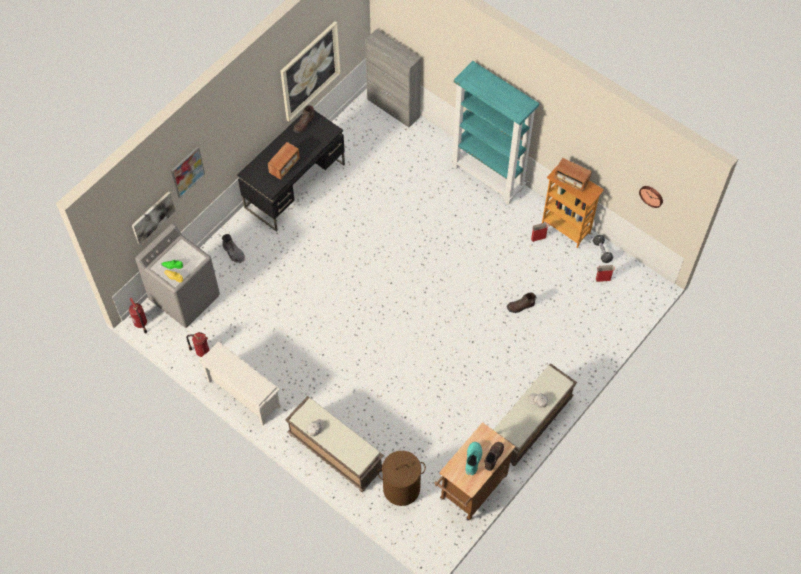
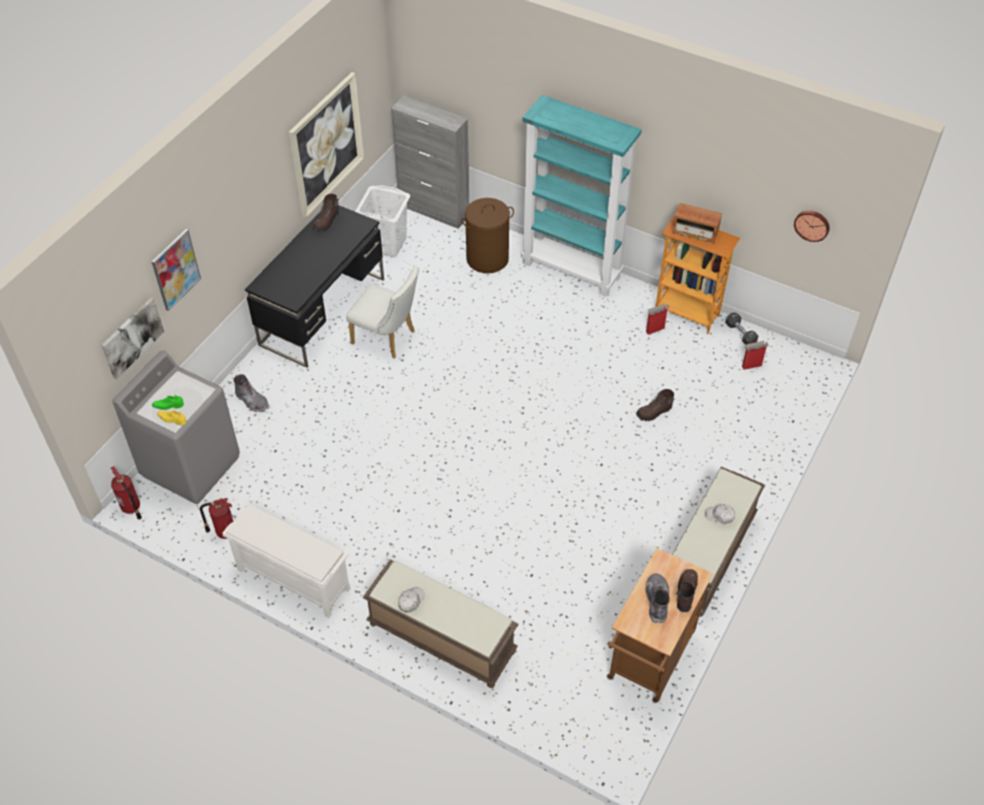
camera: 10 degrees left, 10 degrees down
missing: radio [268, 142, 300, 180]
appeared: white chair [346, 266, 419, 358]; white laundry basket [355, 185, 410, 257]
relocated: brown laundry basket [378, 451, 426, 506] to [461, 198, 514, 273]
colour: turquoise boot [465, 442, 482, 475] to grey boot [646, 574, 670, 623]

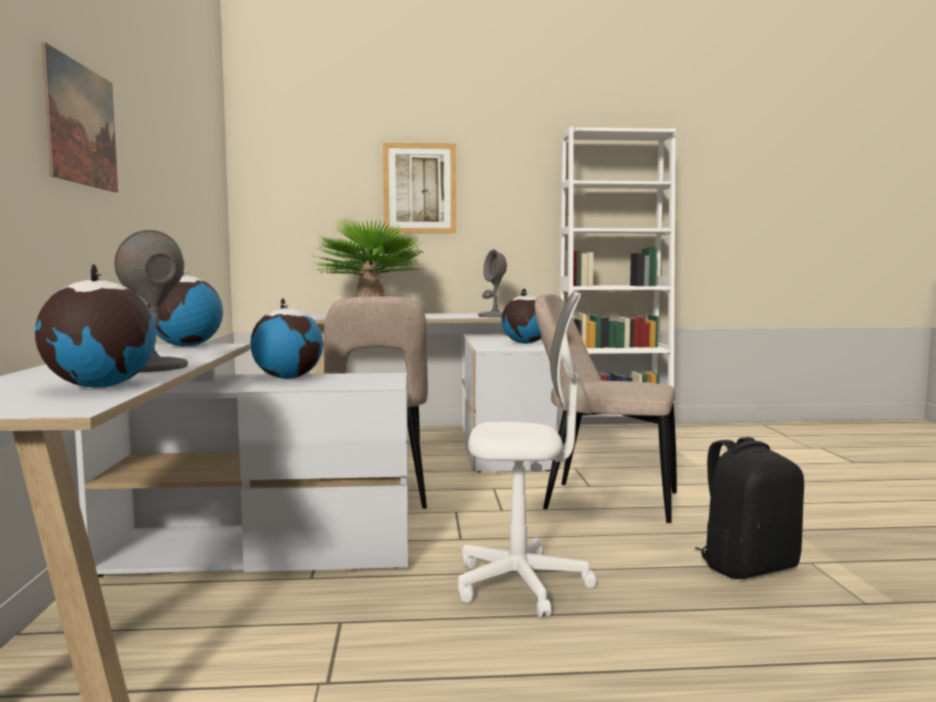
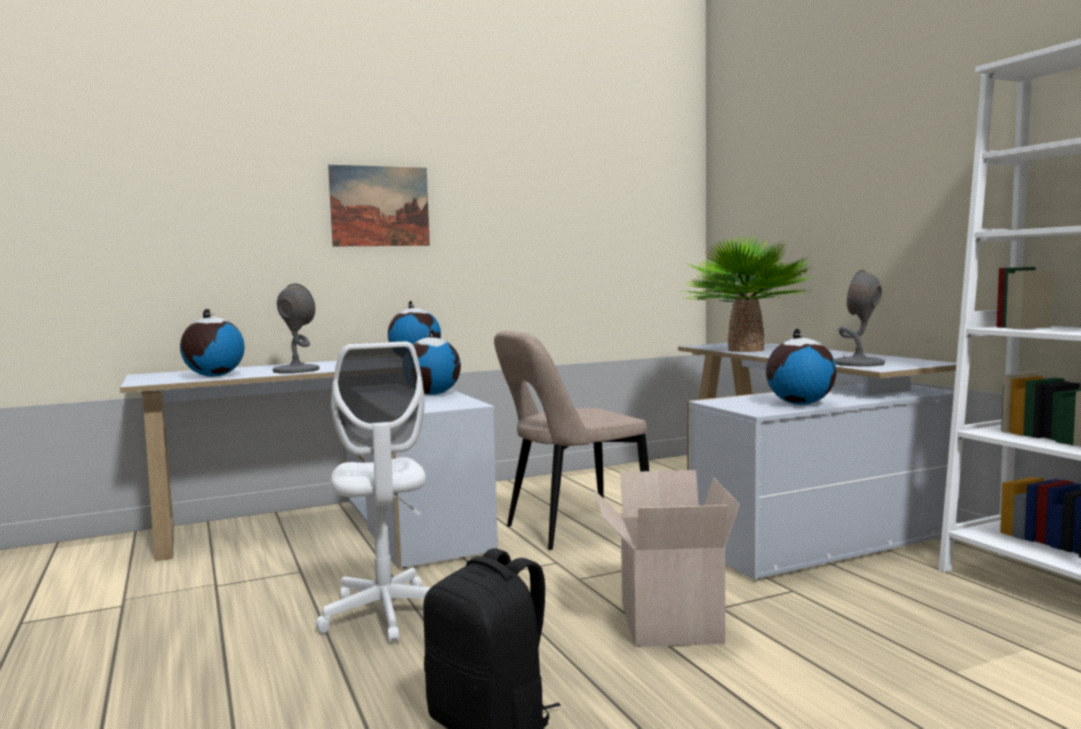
camera: 70 degrees right, 0 degrees up
missing: picture [383, 143, 456, 233]
exchanged: beige chair [535, 294, 677, 523] to cardboard box [594, 470, 740, 647]

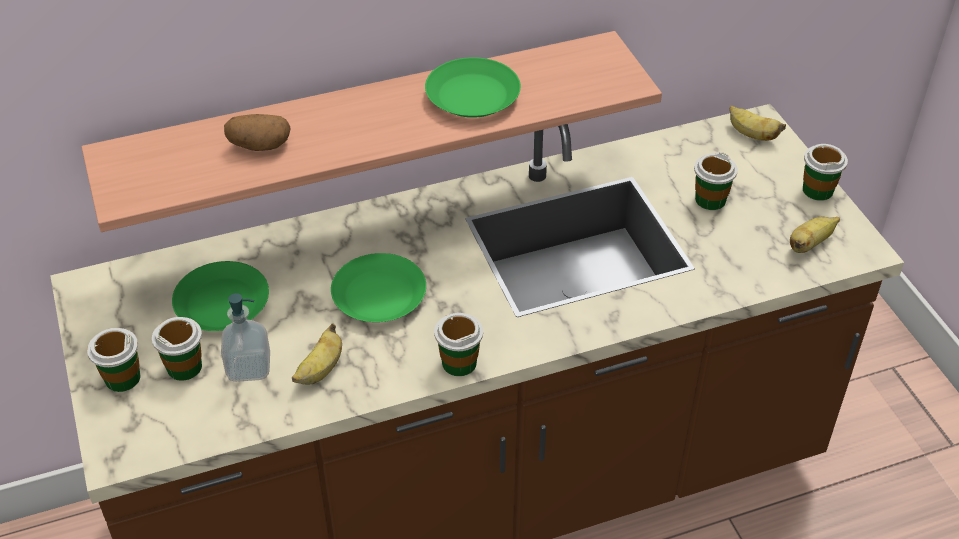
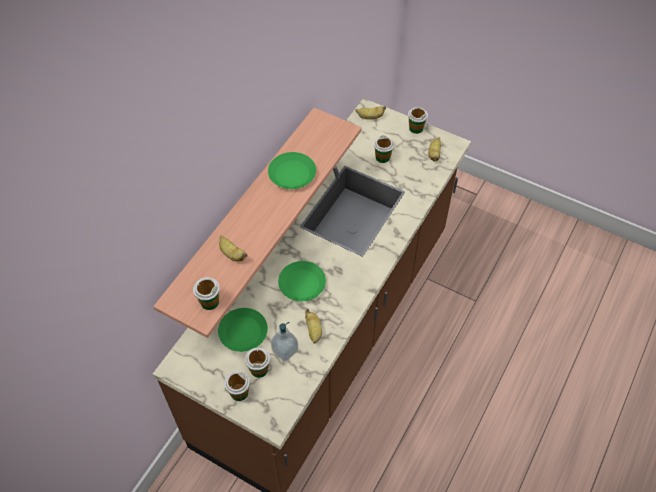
camera: 40 degrees left, 10 degrees up
relocated: cup [434, 313, 483, 376] to [193, 277, 220, 310]
exchanged: potato [224, 114, 291, 151] to banana [219, 235, 247, 262]

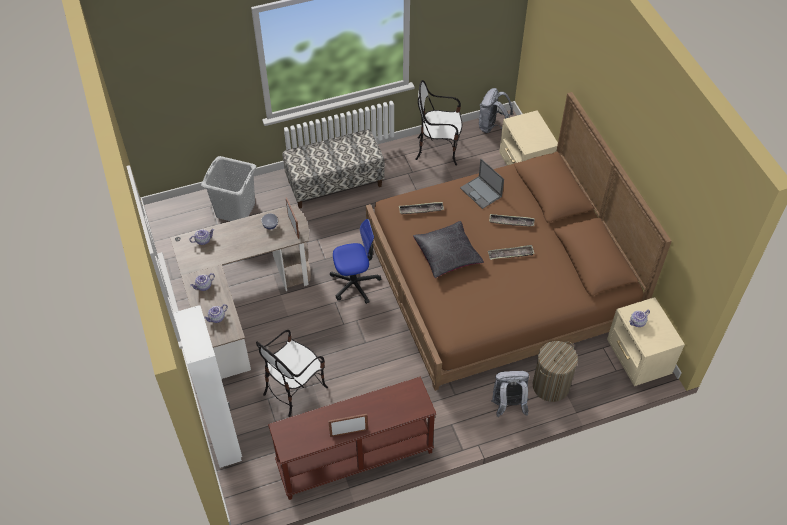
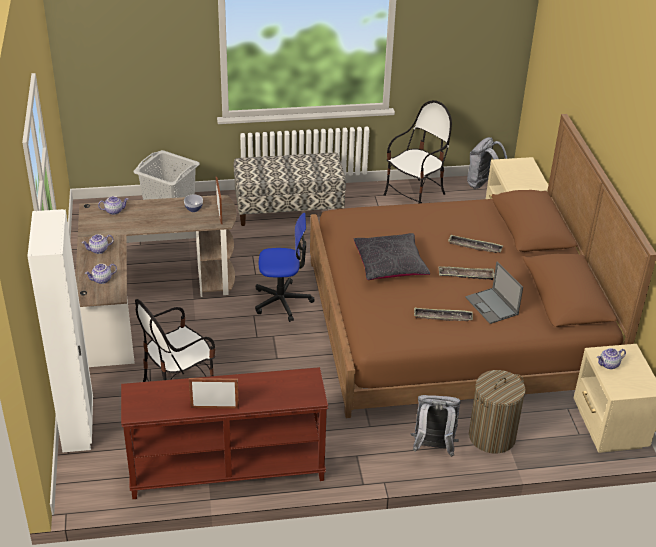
camera: 10 degrees right, 15 degrees down
relocated: tray [399, 202, 444, 214] to [414, 307, 473, 321]; laptop [460, 159, 504, 209] to [465, 261, 523, 324]
spun: chair [415, 80, 462, 166] = [384, 100, 452, 204] 120 degrees clockwise

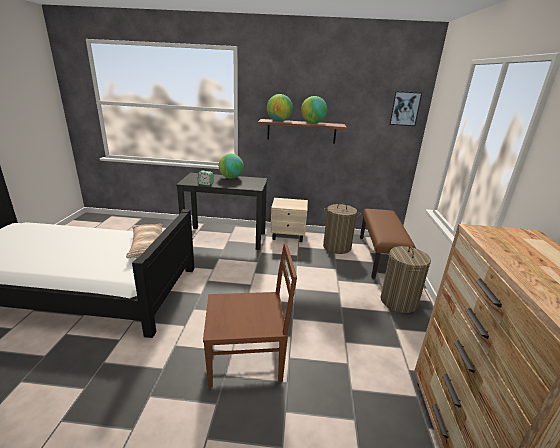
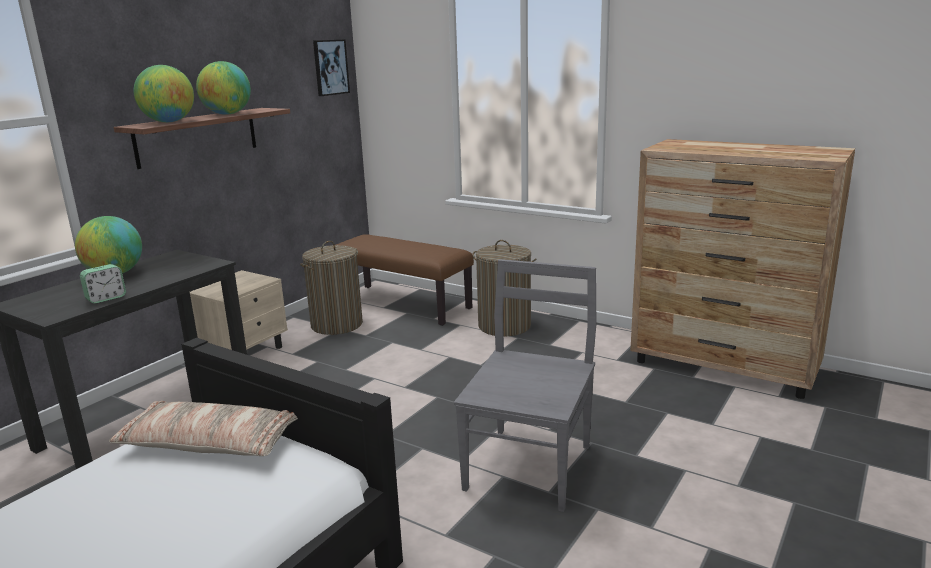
camera: 60 degrees left, 5 degrees down
colour: brown chair [203, 242, 297, 388] to grey chair [454, 259, 596, 512]

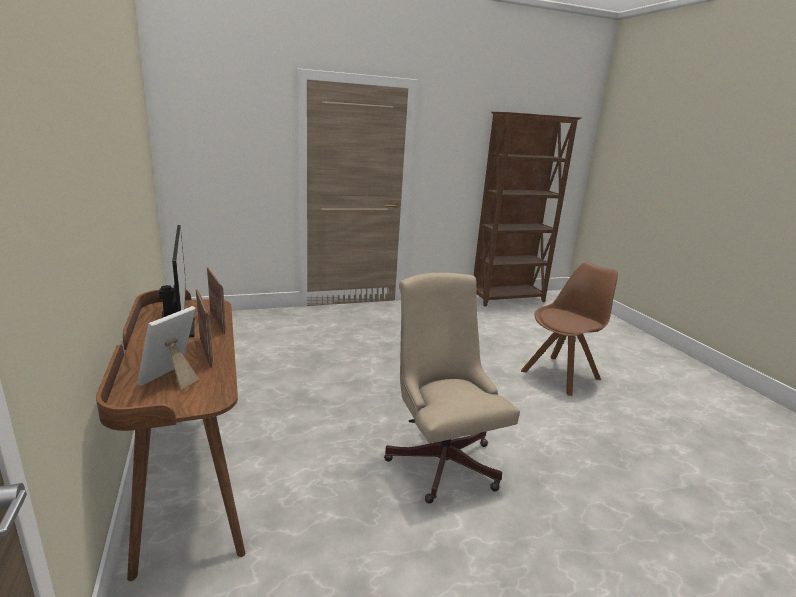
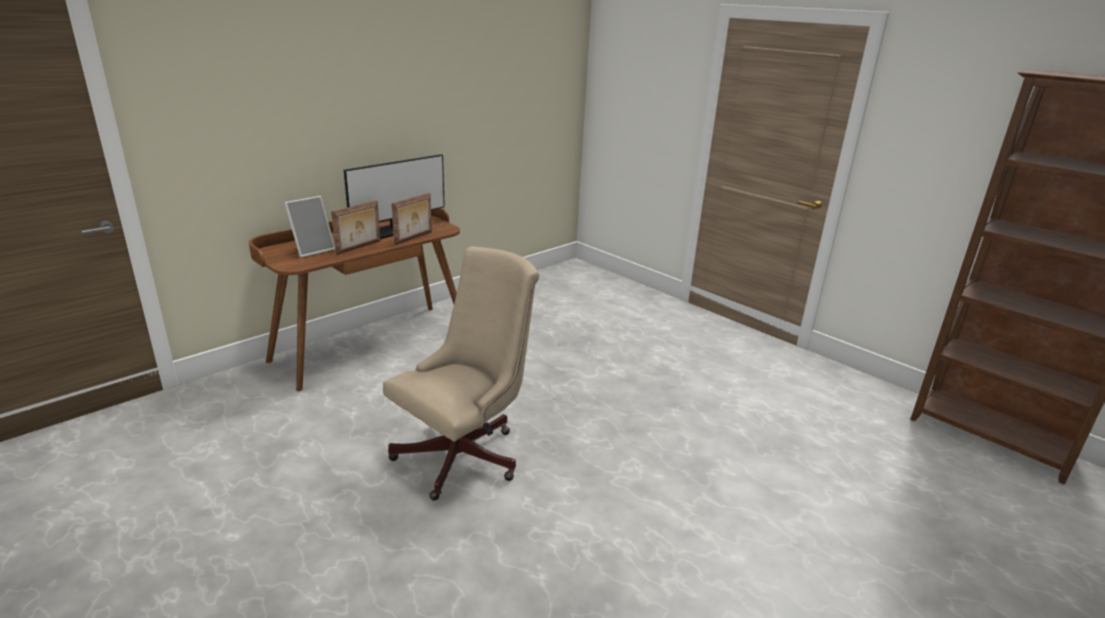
camera: 65 degrees right, 5 degrees up
missing: brown chair [521, 262, 618, 396]
spun: picture frame [137, 306, 199, 390] = [284, 196, 335, 258] 135 degrees clockwise

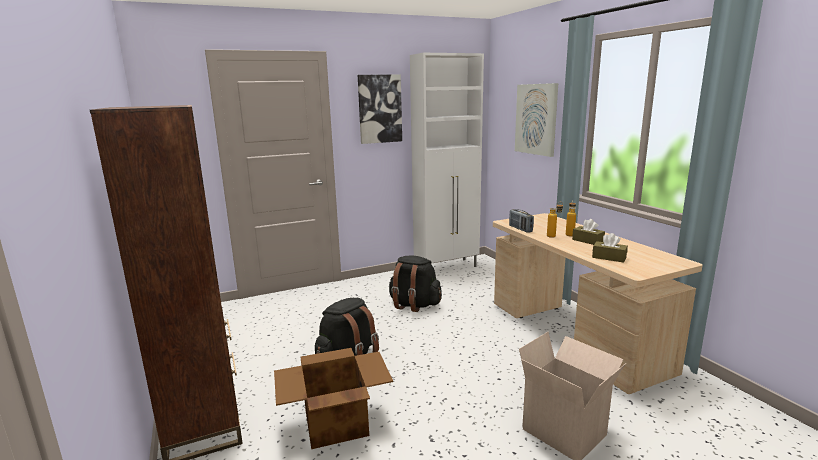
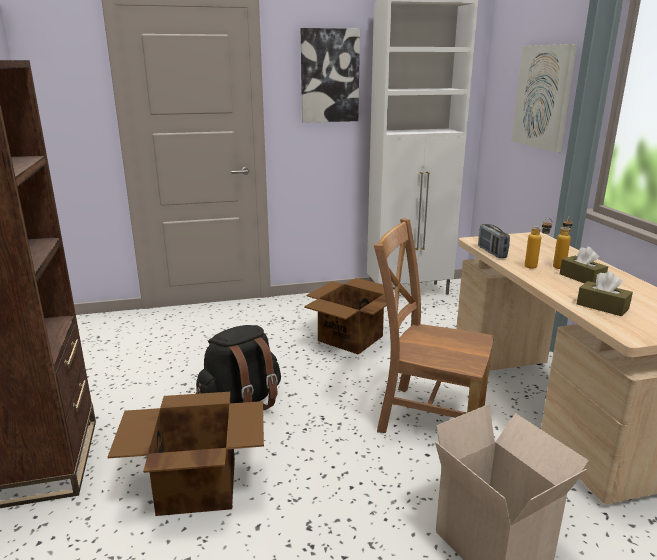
camera: 10 degrees right, 5 degrees up
appeared: brown chair [374, 218, 494, 433]
exchanged: black backpack [389, 256, 442, 312] to cardboard box [304, 278, 395, 355]

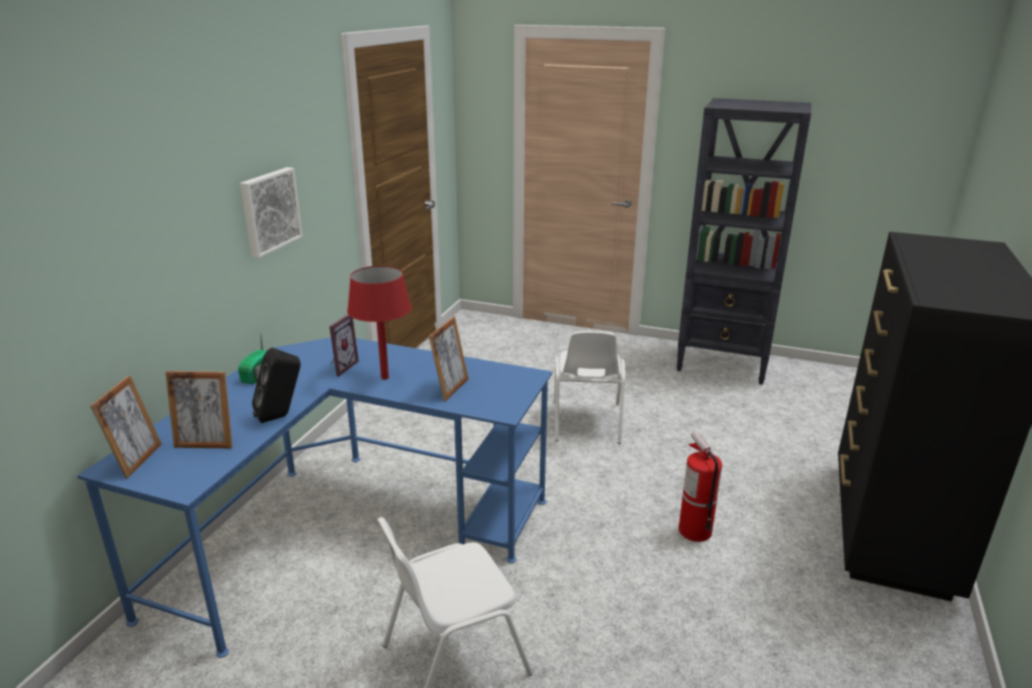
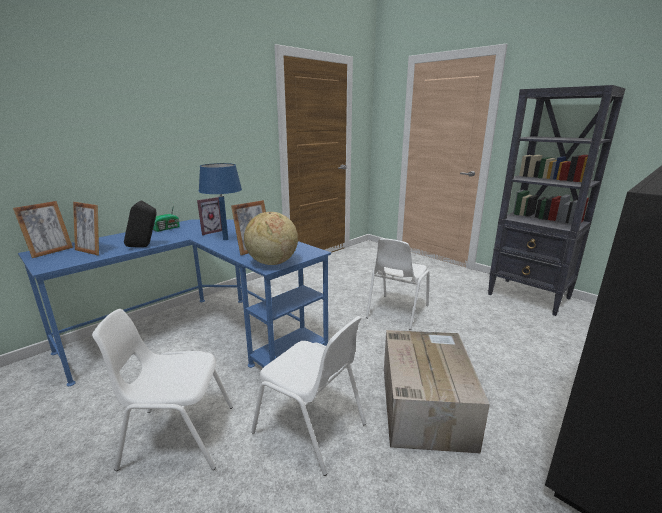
camera: 25 degrees right, 5 degrees down
missing: picture [240, 167, 303, 258]
appeared: globe [244, 212, 298, 265]; white chair [251, 316, 366, 476]
exchanged: fire extinguisher [679, 432, 722, 542] to cardboard box [384, 330, 490, 453]
colour: red table lamp [347, 266, 411, 380] to blue table lamp [199, 163, 242, 240]

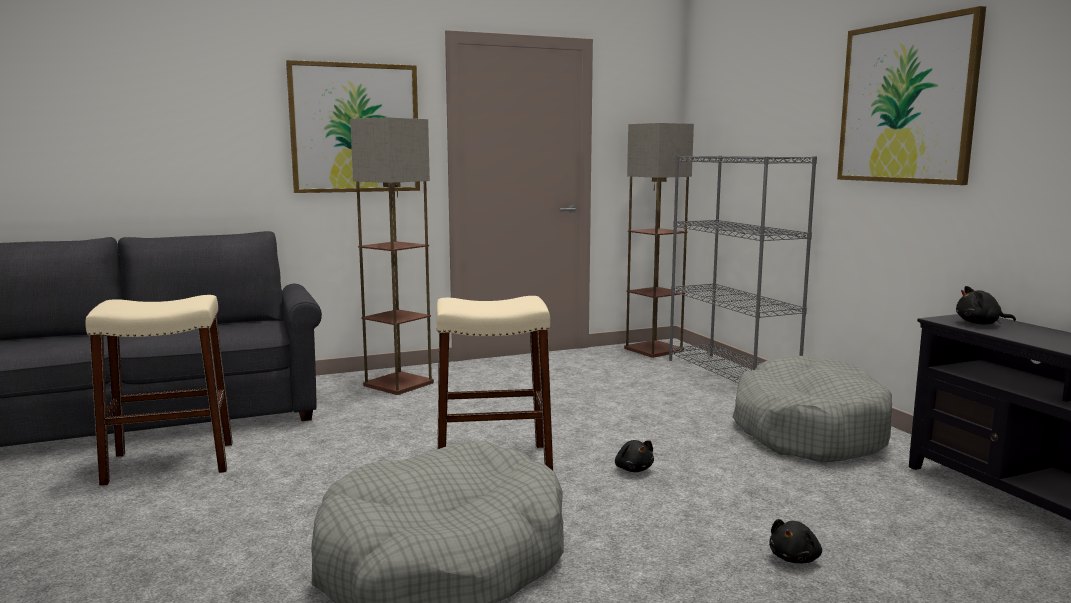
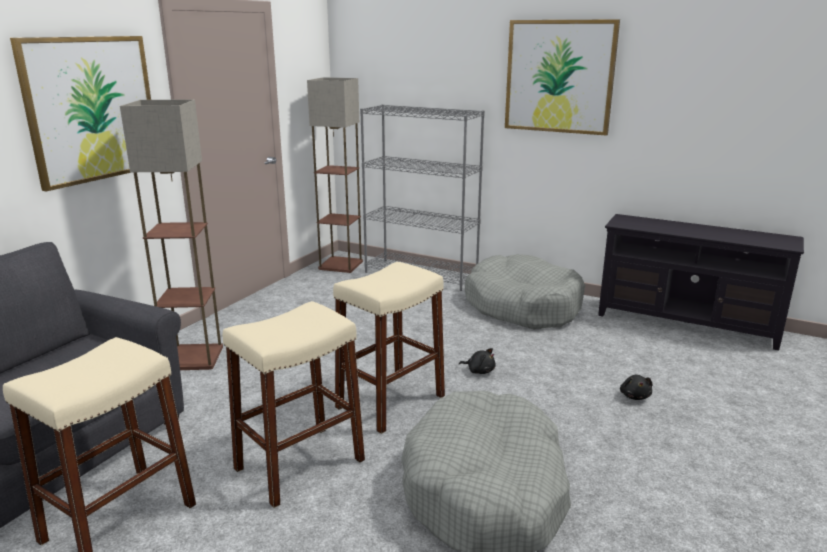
camera: 40 degrees left, 10 degrees up
missing: black plush toy [956, 286, 1016, 324]
appeared: beige stool [223, 301, 365, 508]

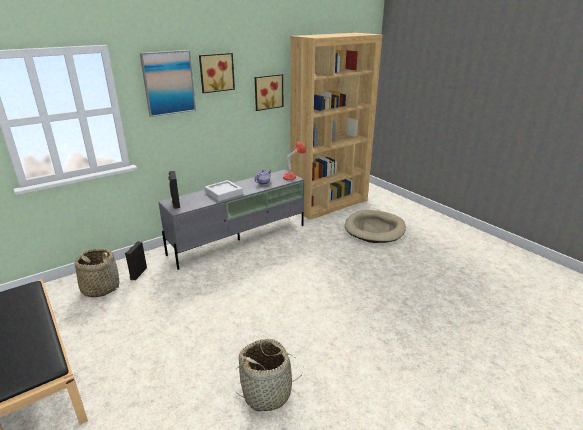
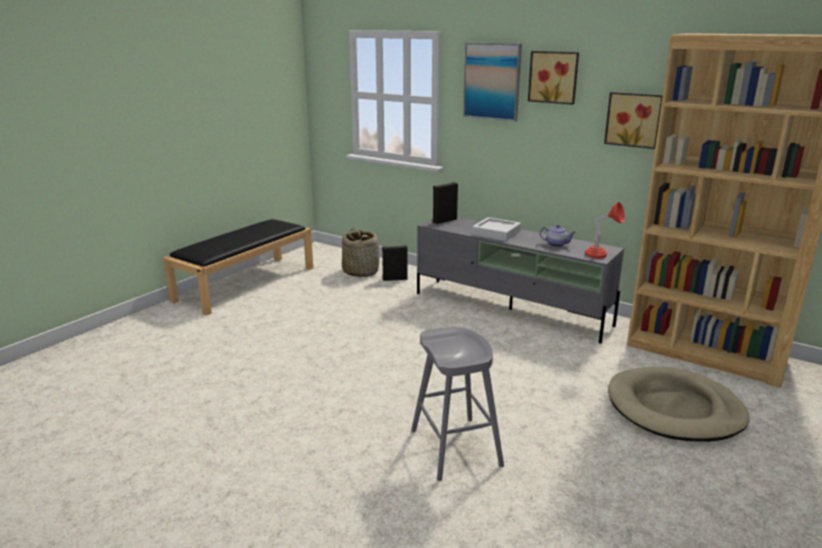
camera: 70 degrees right, 5 degrees down
missing: basket [235, 339, 304, 411]
appeared: grey stool [411, 327, 504, 481]

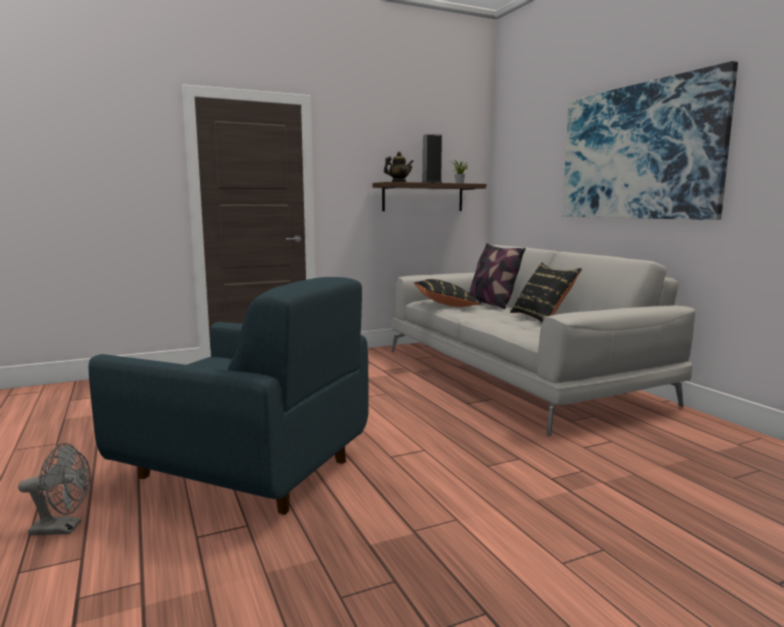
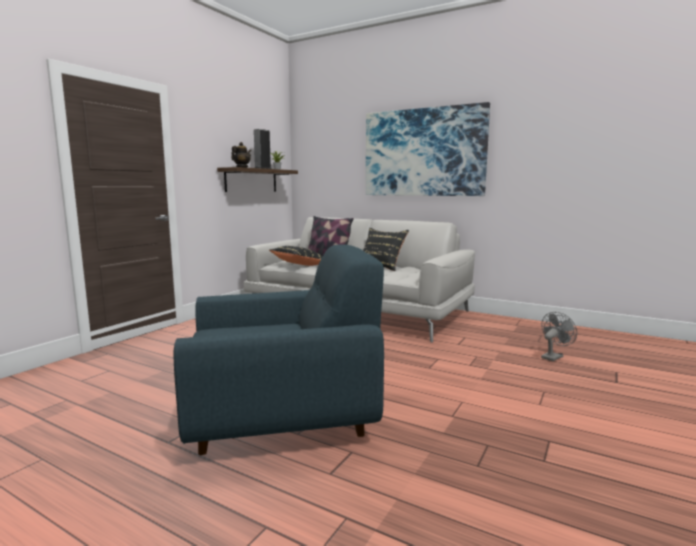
camera: 35 degrees left, 0 degrees up
relocated: grey fan [18, 443, 91, 535] to [541, 312, 577, 361]

